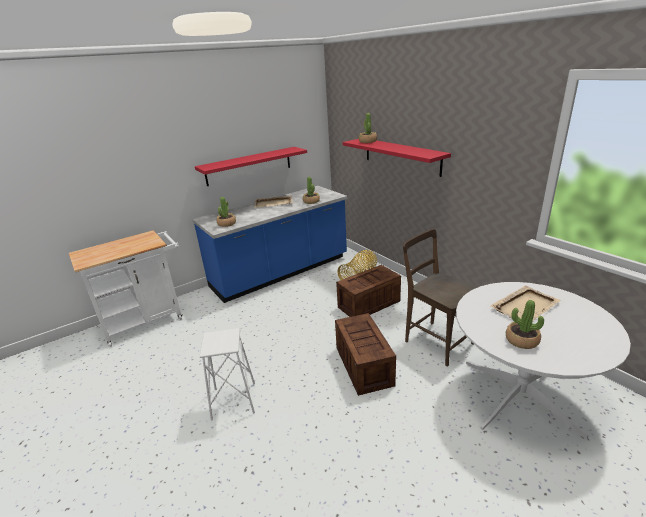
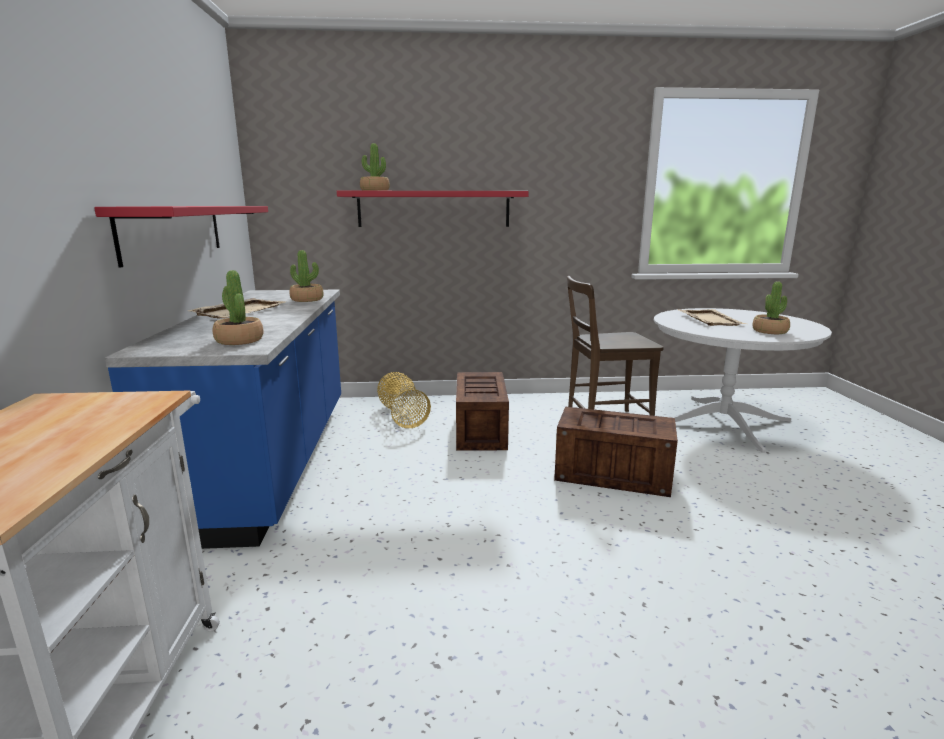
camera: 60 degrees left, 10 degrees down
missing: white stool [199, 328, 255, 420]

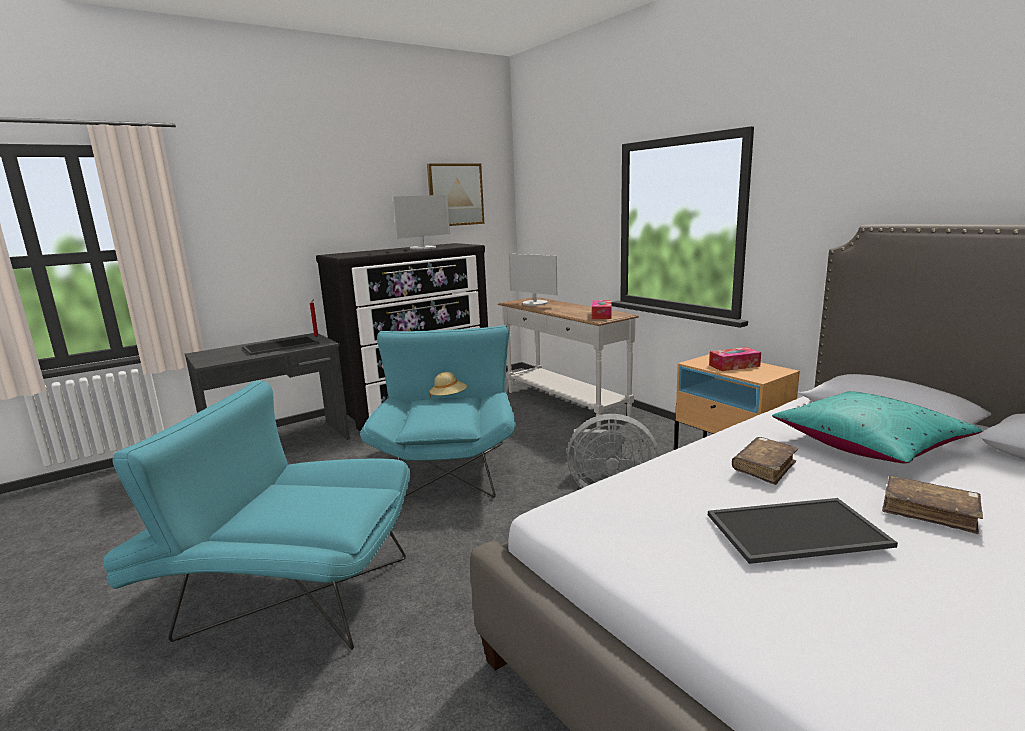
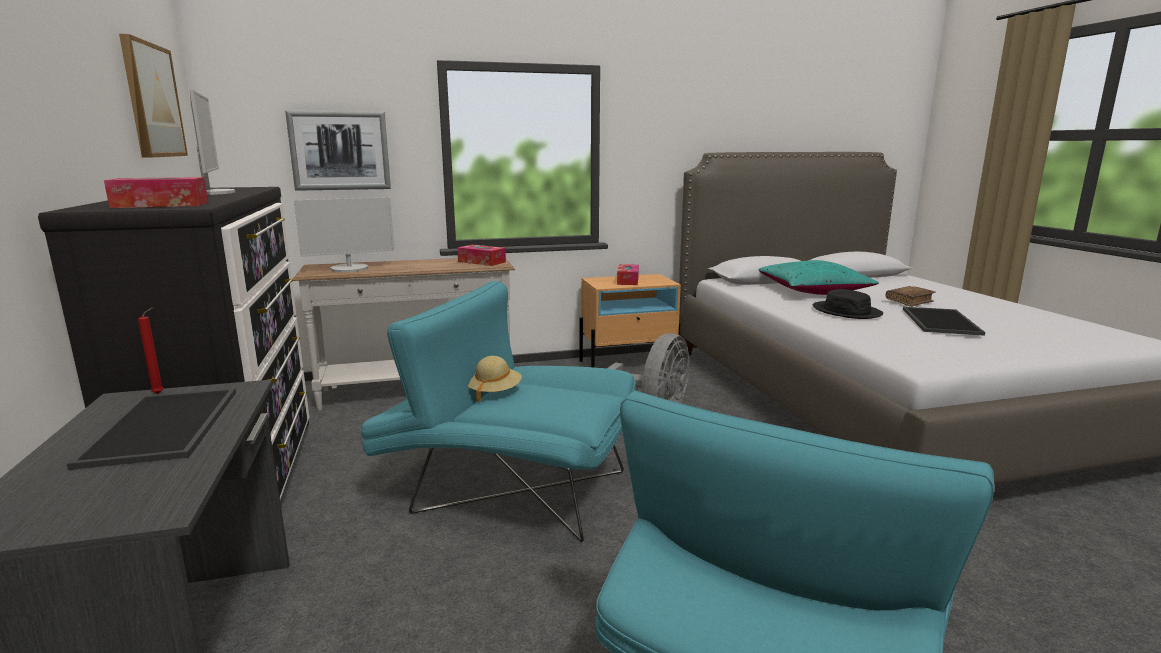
camera: 70 degrees left, 0 degrees up
appeared: tissue box [104, 177, 208, 208]; picture [285, 111, 391, 191]
exchanged: brown book [732, 437, 799, 485] to black hat [813, 289, 883, 319]

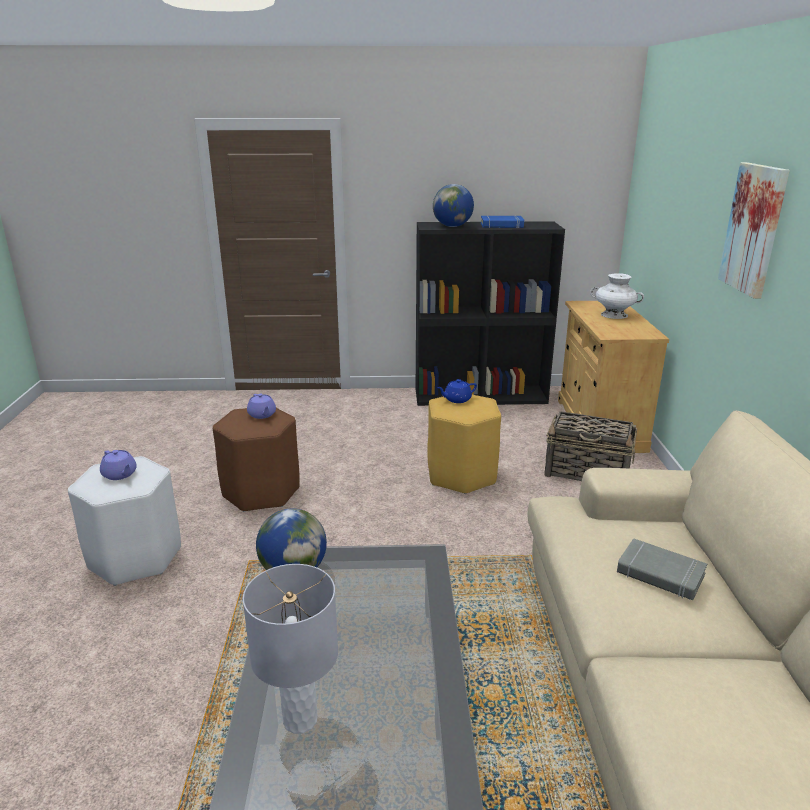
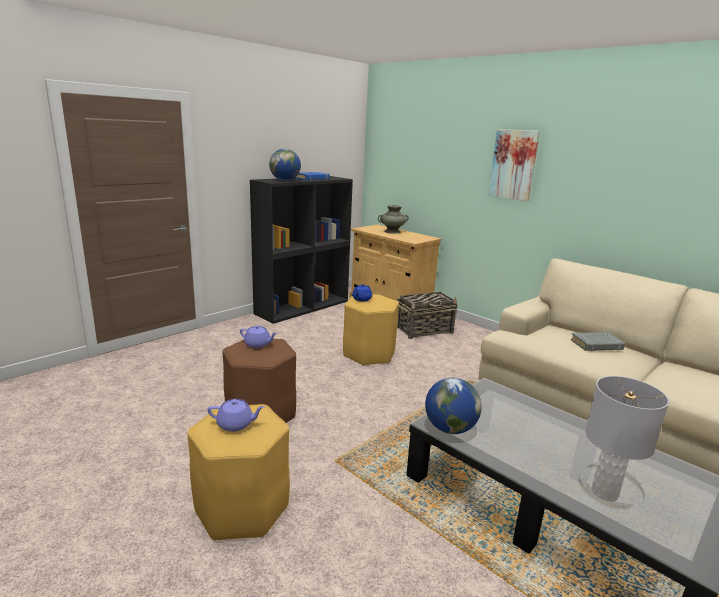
camera: 45 degrees left, 5 degrees down
colour: white stool [68, 456, 181, 586] to yellow stool [187, 404, 290, 541]; white vase [590, 273, 644, 319] to turquoise vase [378, 205, 409, 234]

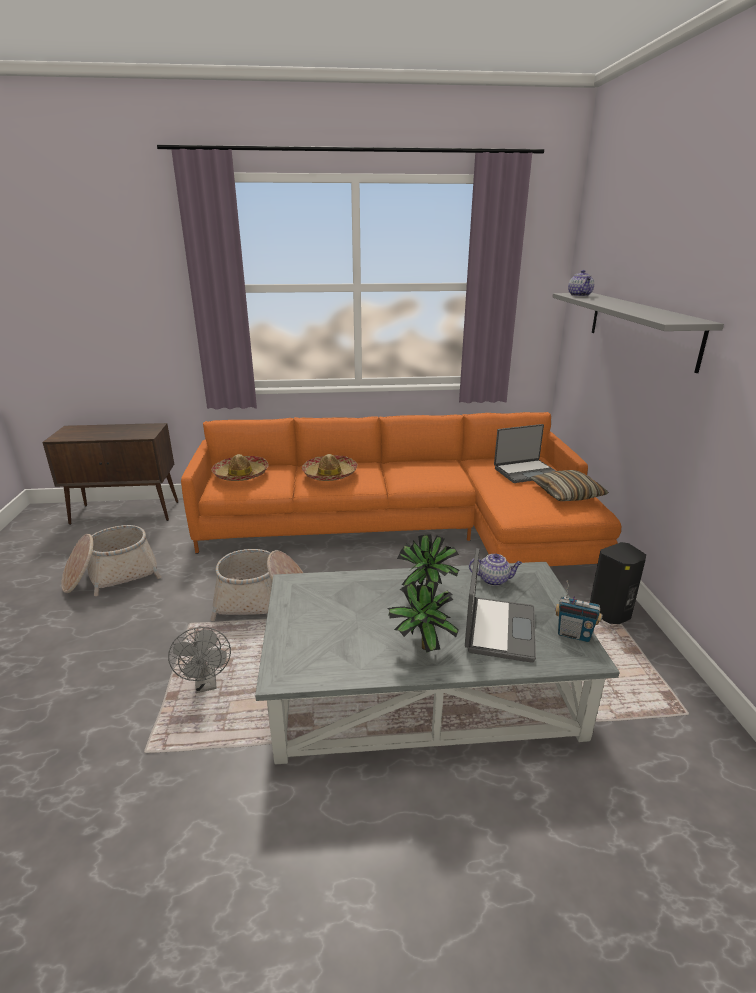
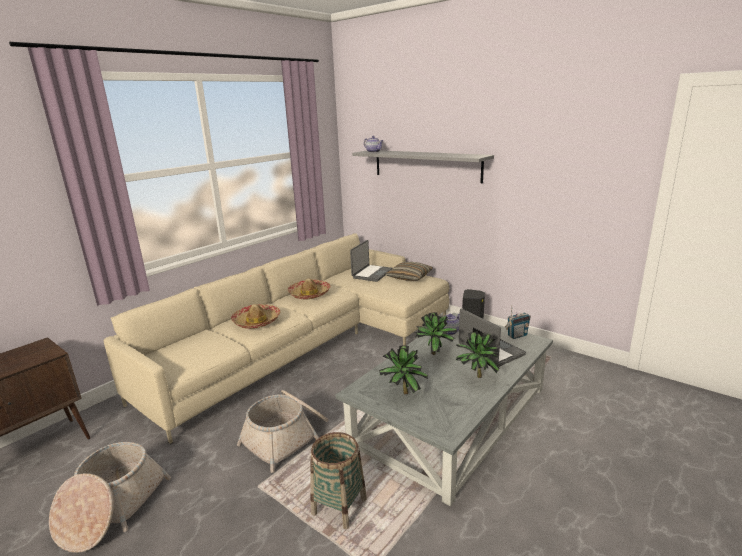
camera: 45 degrees left, 5 degrees down
appeared: potted plant [379, 345, 428, 395]
relocated: hat [211, 454, 269, 481] to [288, 279, 331, 299]
exchanged: grey fan [168, 627, 231, 693] to basket [311, 432, 367, 529]
colour: orange sofa [181, 412, 621, 566] to beige sofa [103, 233, 450, 444]

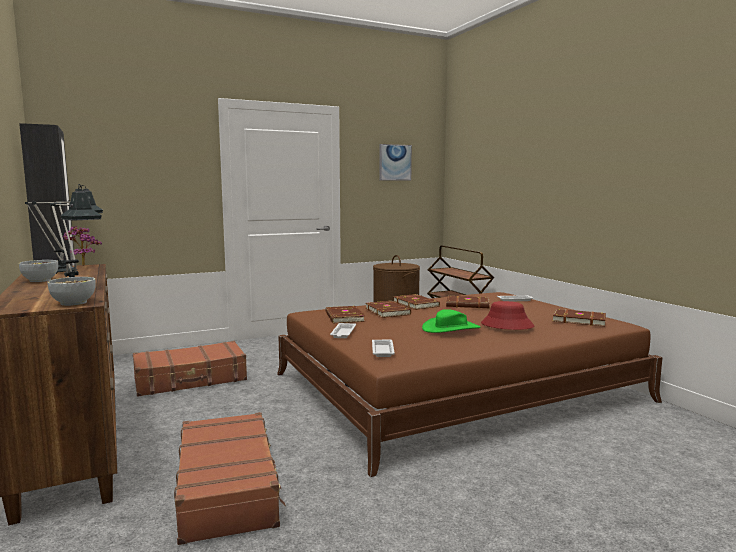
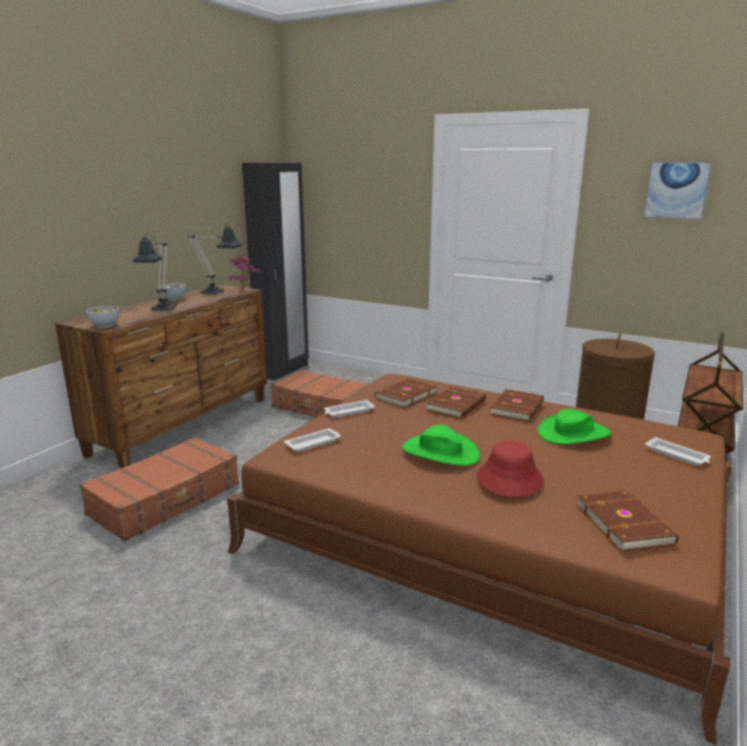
camera: 55 degrees right, 10 degrees up
exchanged: brown book [446, 296, 490, 308] to green hat [538, 409, 611, 444]

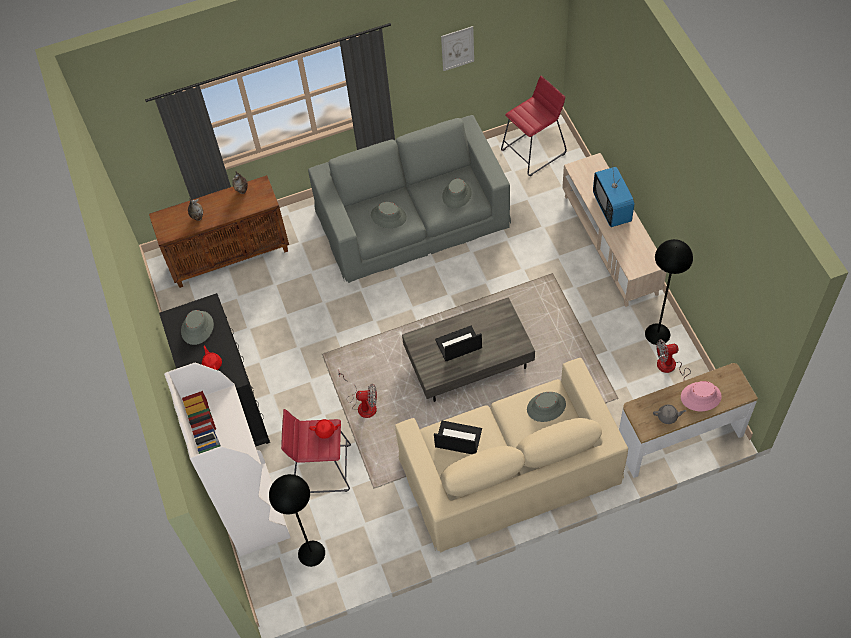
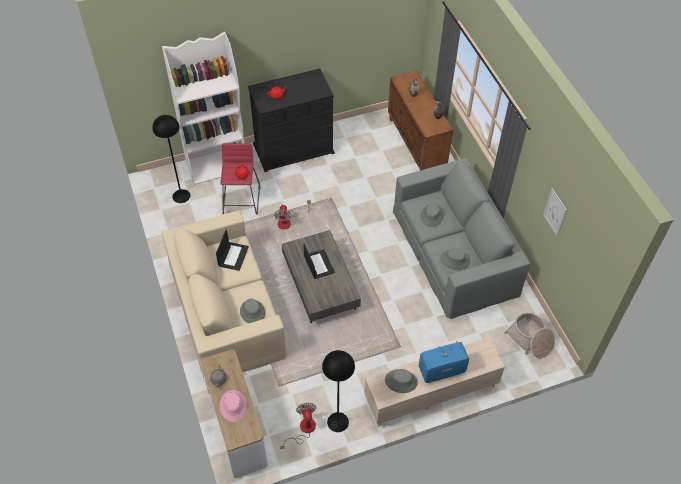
camera: 85 degrees right, 5 degrees down
relocated: grey hat [181, 310, 214, 345] to [385, 369, 418, 393]
exchanged: red stool [501, 76, 567, 176] to basket [504, 312, 555, 359]

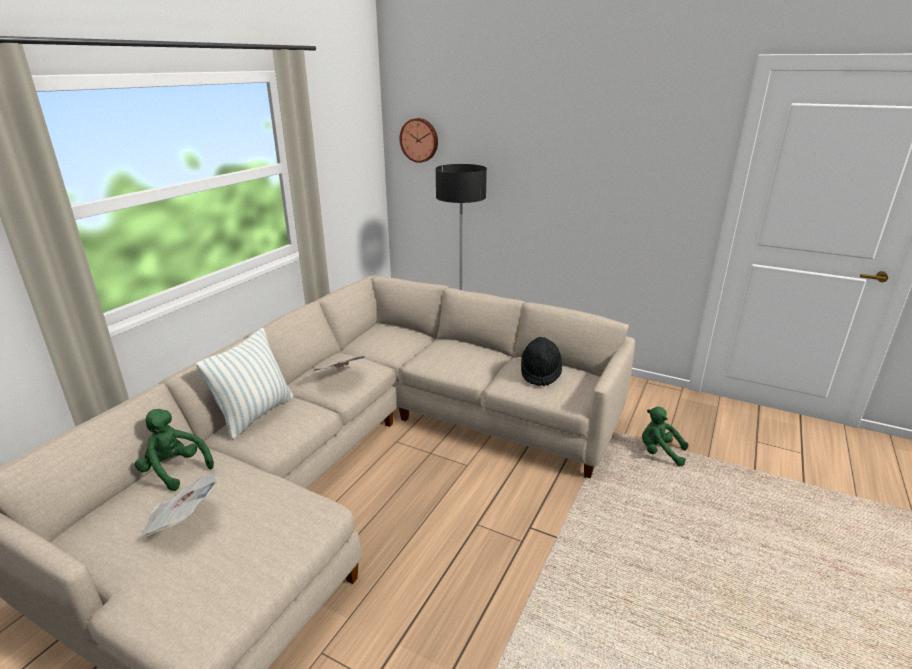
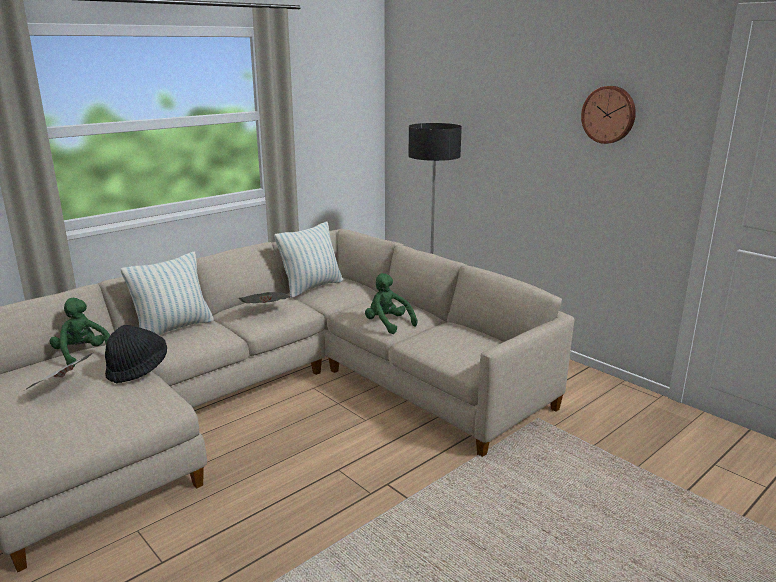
camera: 20 degrees right, 5 degrees down
appeared: pillow [274, 222, 343, 298]
relocated: wall clock [399, 118, 438, 163] to [581, 86, 636, 144]; black hat [521, 337, 562, 386] to [105, 325, 167, 384]; green plush toy [642, 407, 688, 466] to [365, 273, 418, 334]

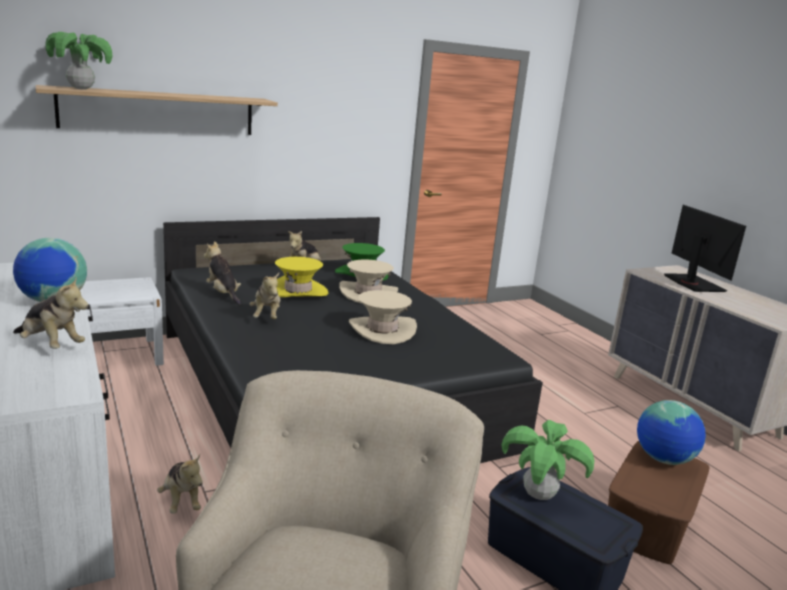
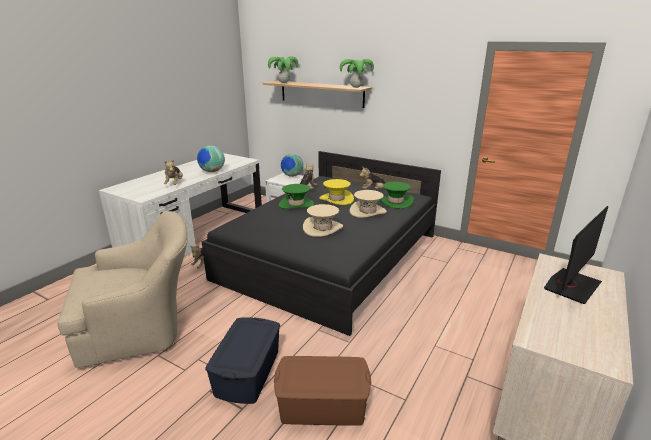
camera: 60 degrees right, 5 degrees up
relocated: potted plant [501, 420, 594, 500] to [340, 59, 374, 88]; globe [637, 400, 706, 465] to [281, 154, 303, 177]
exchanged: plush toy [249, 273, 280, 319] to green hat [279, 184, 314, 209]

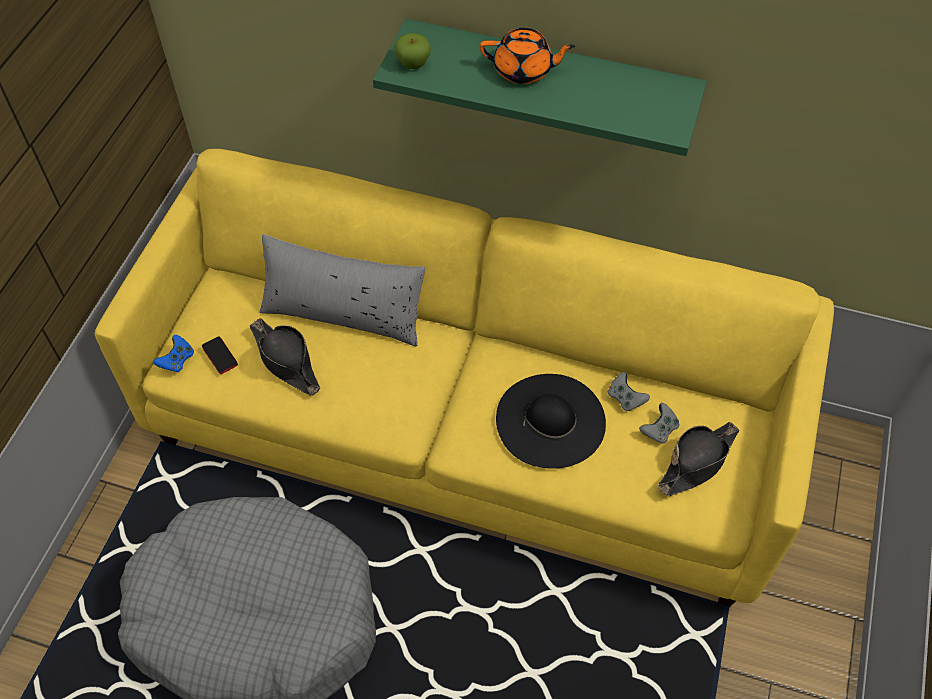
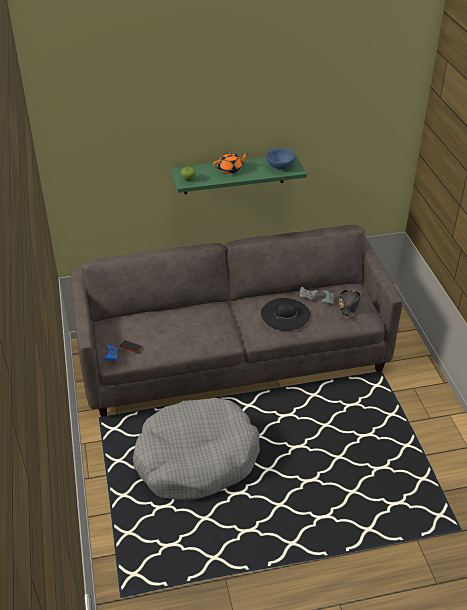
camera: 30 degrees left, 15 degrees down
missing: black hat [250, 318, 320, 396]; grey pillow [259, 234, 425, 346]
appeared: blue bowl [266, 148, 296, 169]
colour: yellow sofa [94, 149, 834, 607] to grey sofa [71, 225, 402, 417]

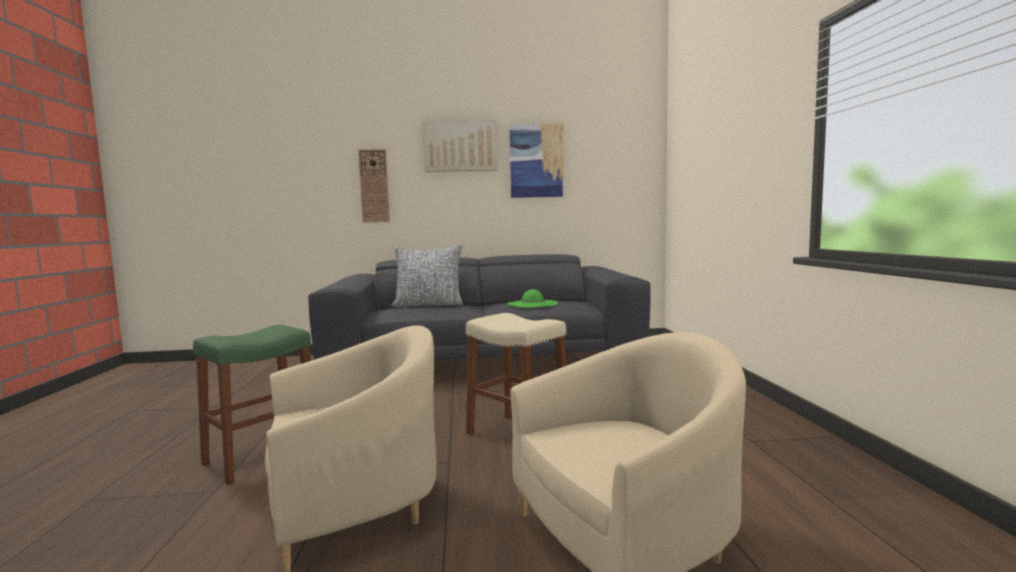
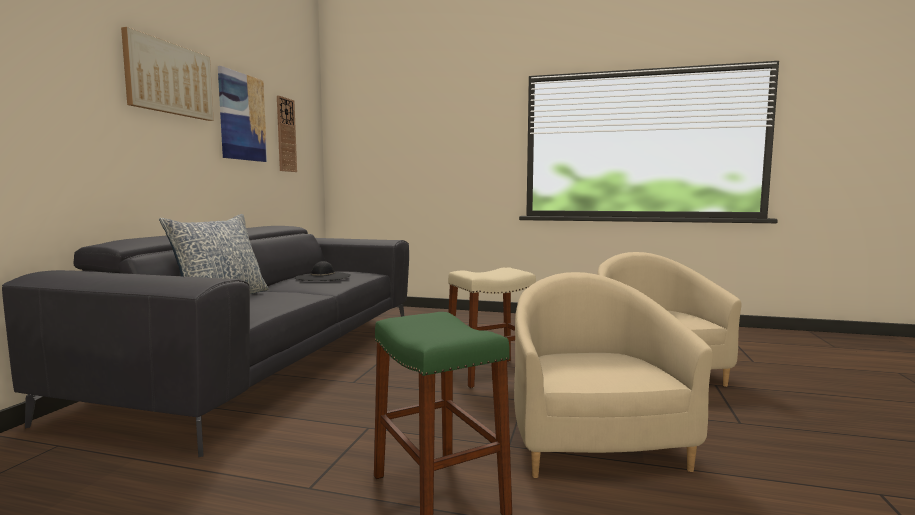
camera: 70 degrees left, 0 degrees up
relocated: wall clock [358, 149, 390, 223] to [277, 95, 297, 172]
colour: green hat [507, 289, 558, 308] to black hat [295, 261, 351, 281]

